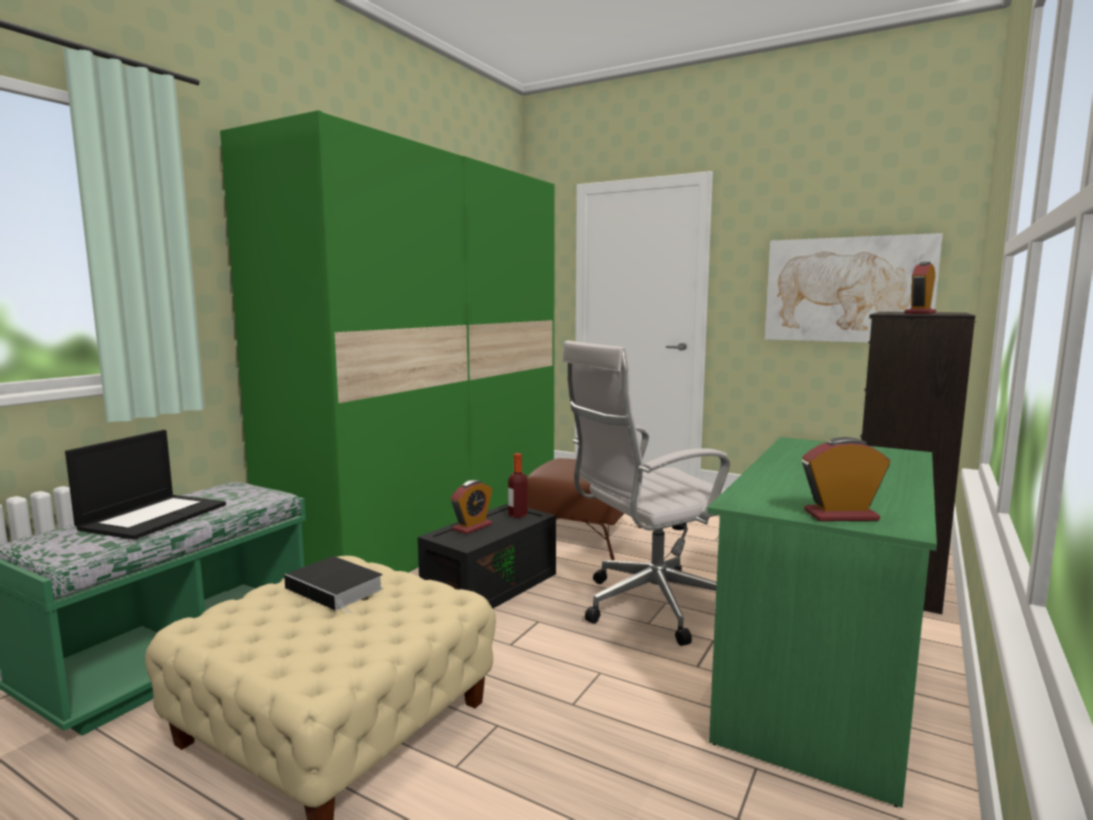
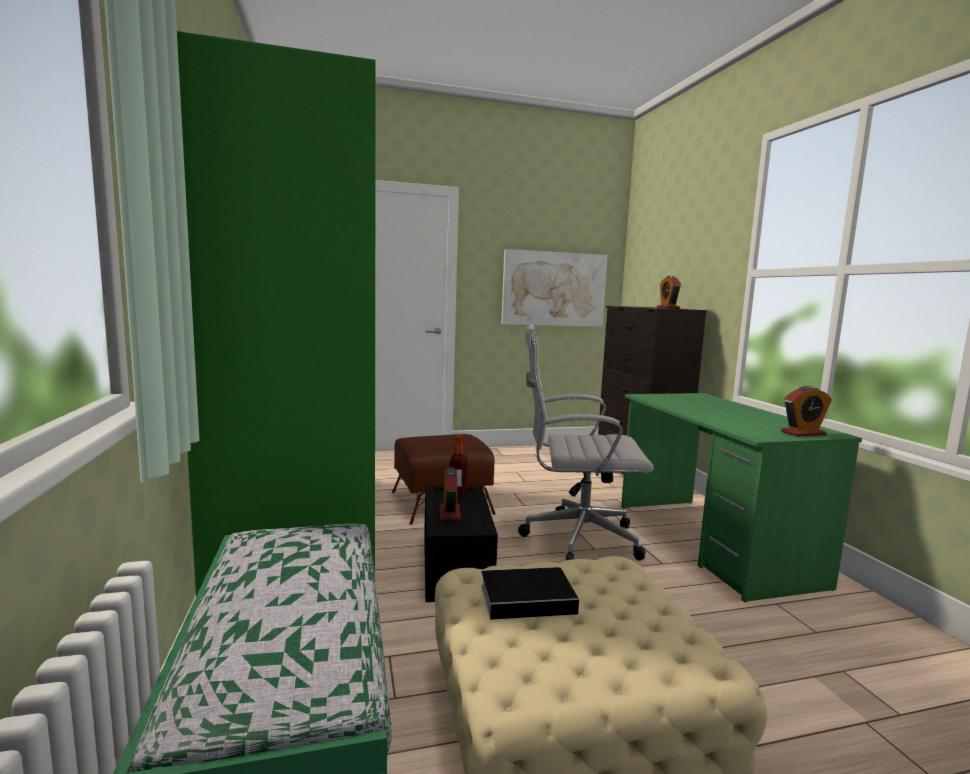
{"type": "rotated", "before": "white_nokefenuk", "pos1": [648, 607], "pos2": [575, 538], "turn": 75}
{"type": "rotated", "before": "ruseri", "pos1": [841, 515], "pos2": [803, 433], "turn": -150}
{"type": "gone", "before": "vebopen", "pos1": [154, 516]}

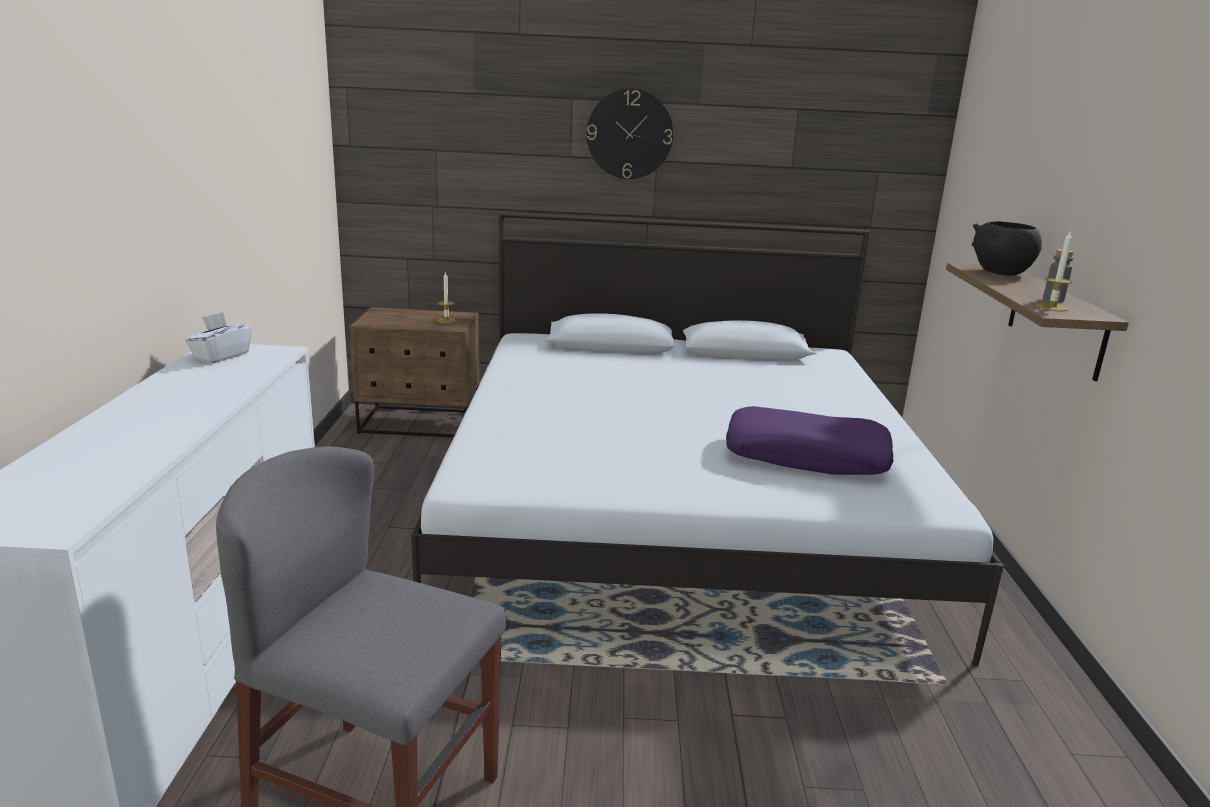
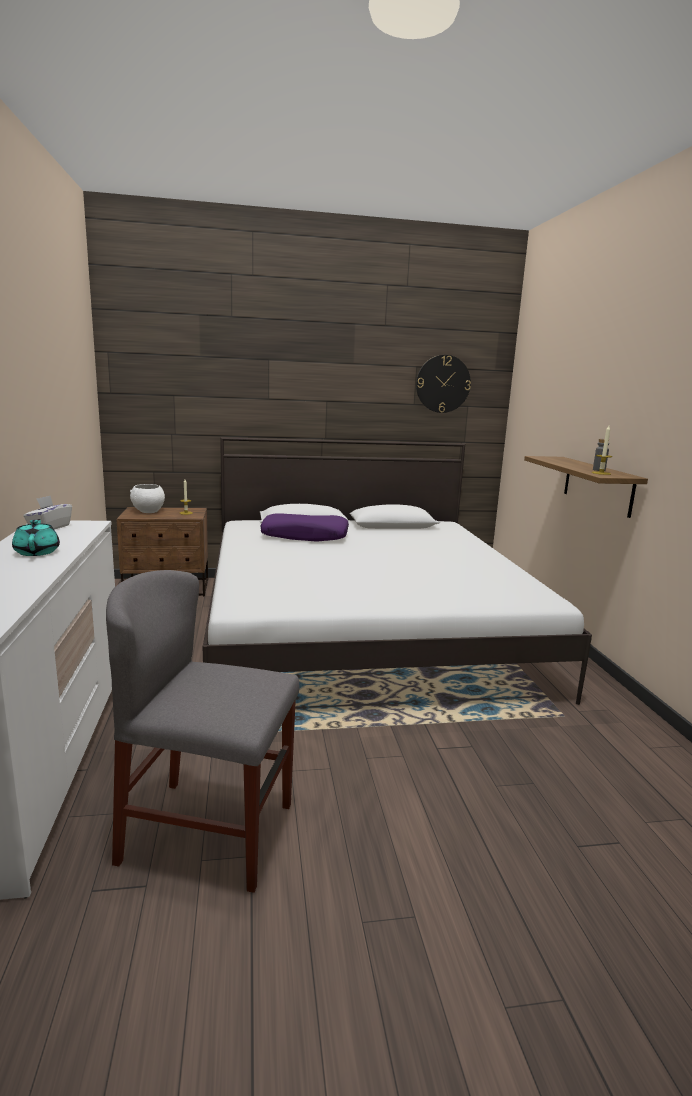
{"type": "new", "after": "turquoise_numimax", "pos2": [37, 552]}
{"type": "new", "after": "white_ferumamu", "pos2": [148, 511]}
{"type": "shifted", "before": "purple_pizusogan", "pos1": [806, 456], "pos2": [305, 536]}
{"type": "shifted", "before": "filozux", "pos1": [629, 134], "pos2": [443, 384]}
{"type": "gone", "before": "black_ferumamu", "pos1": [1000, 272]}

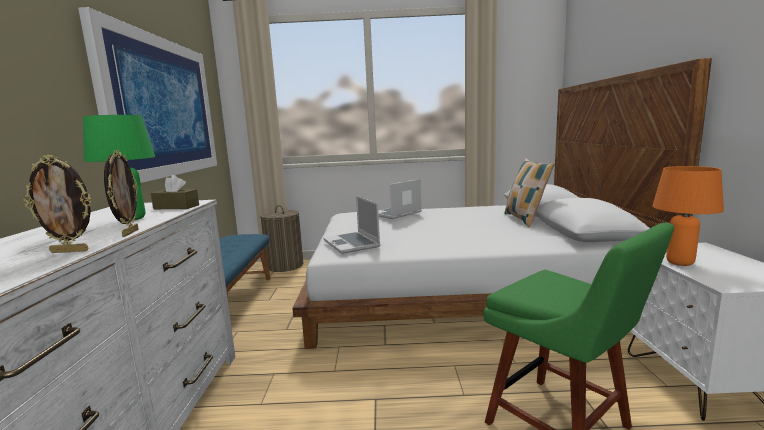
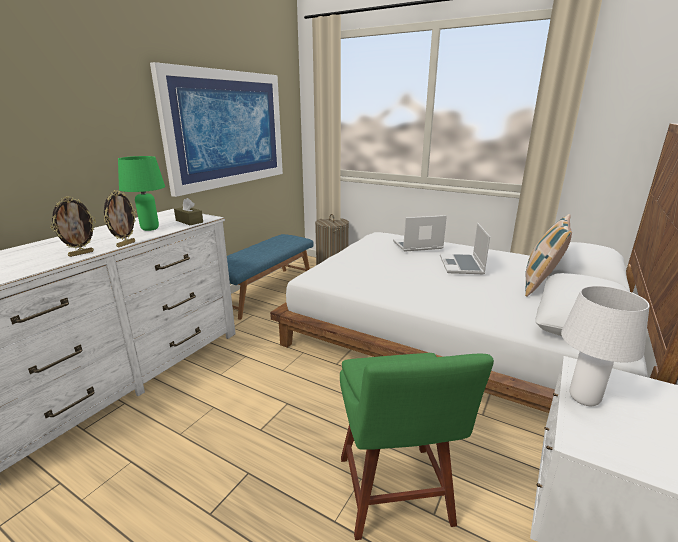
{"type": "rotated", "before": "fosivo", "pos1": [70, 251], "pos2": [81, 253], "turn": -75}
{"type": "shifted", "before": "vebopen", "pos1": [352, 244], "pos2": [462, 265]}
{"type": "repainted", "before": "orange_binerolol", "after": "white_binerolol", "pos1": [680, 263], "pos2": [584, 399]}

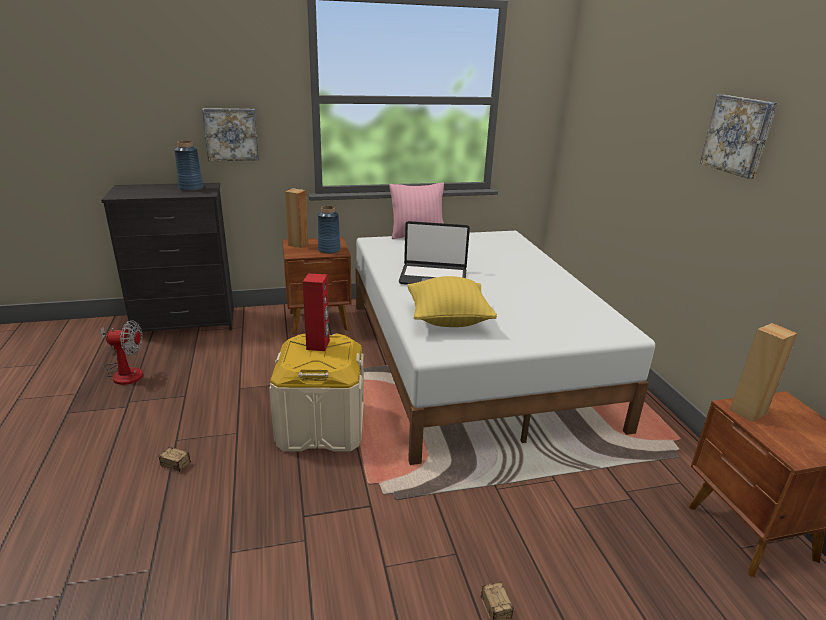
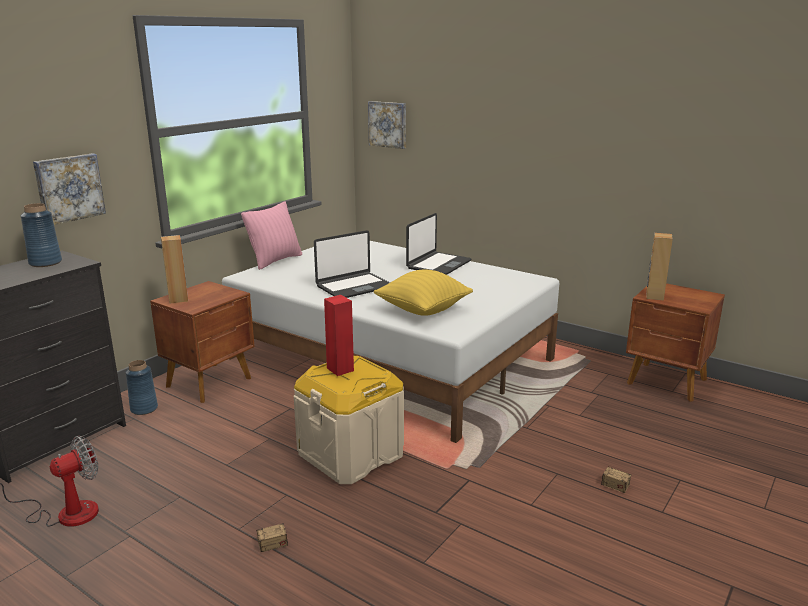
{"type": "shifted", "before": "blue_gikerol", "pos1": [329, 250], "pos2": [144, 409]}
{"type": "shifted", "before": "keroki", "pos1": [739, 135], "pos2": [388, 124]}
{"type": "new", "after": "vebopen", "pos2": [438, 264]}

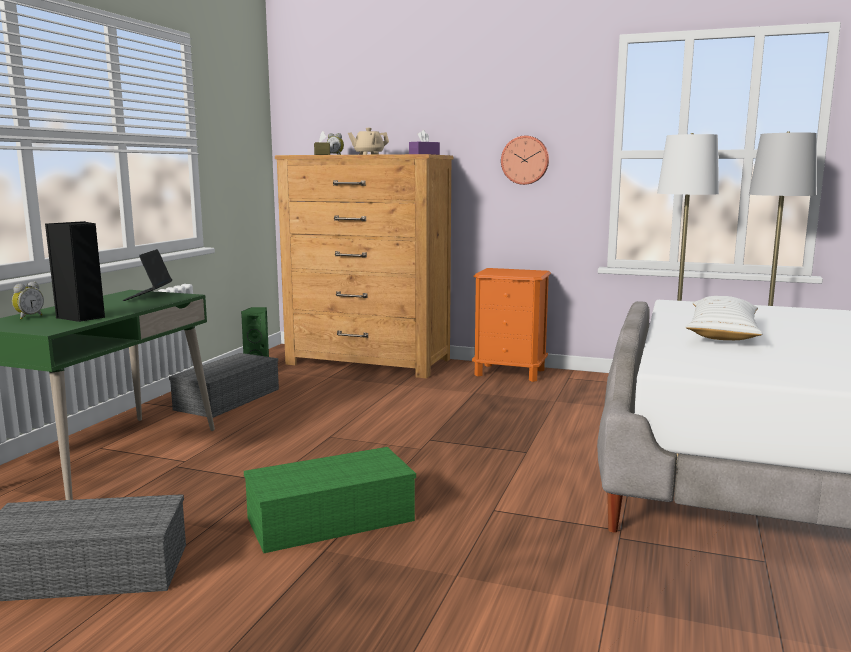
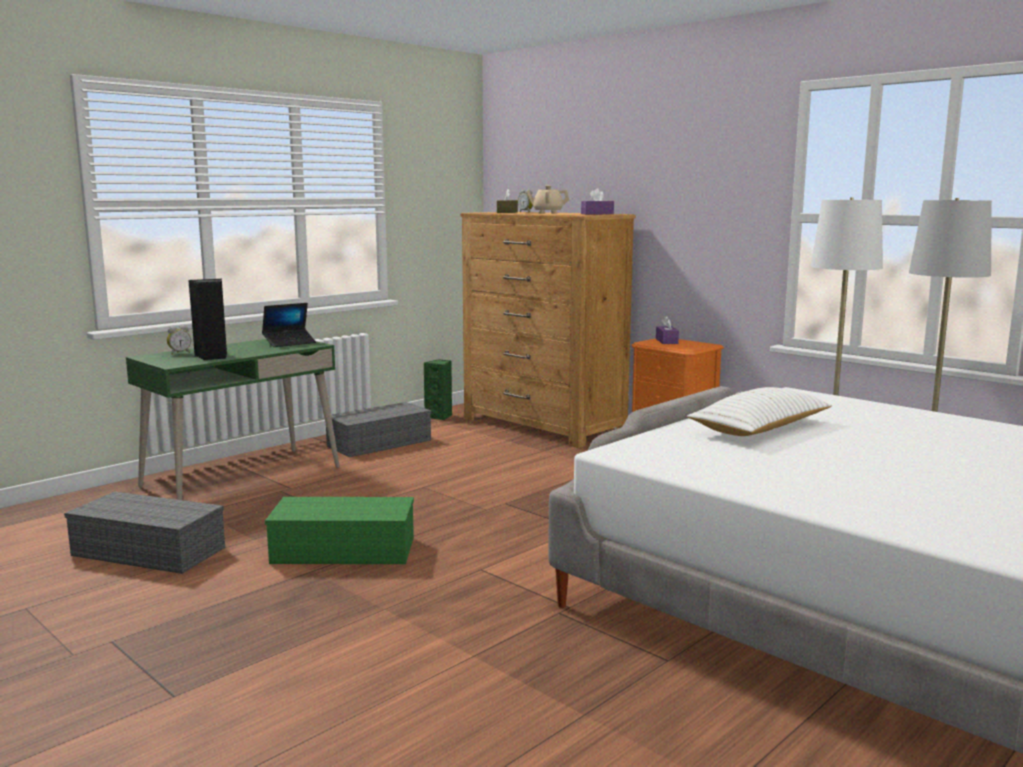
{"type": "rotated", "before": "vebopen", "pos1": [148, 296], "pos2": [289, 343], "turn": -150}
{"type": "new", "after": "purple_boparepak", "pos2": [666, 341]}
{"type": "gone", "before": "filozux", "pos1": [525, 160]}

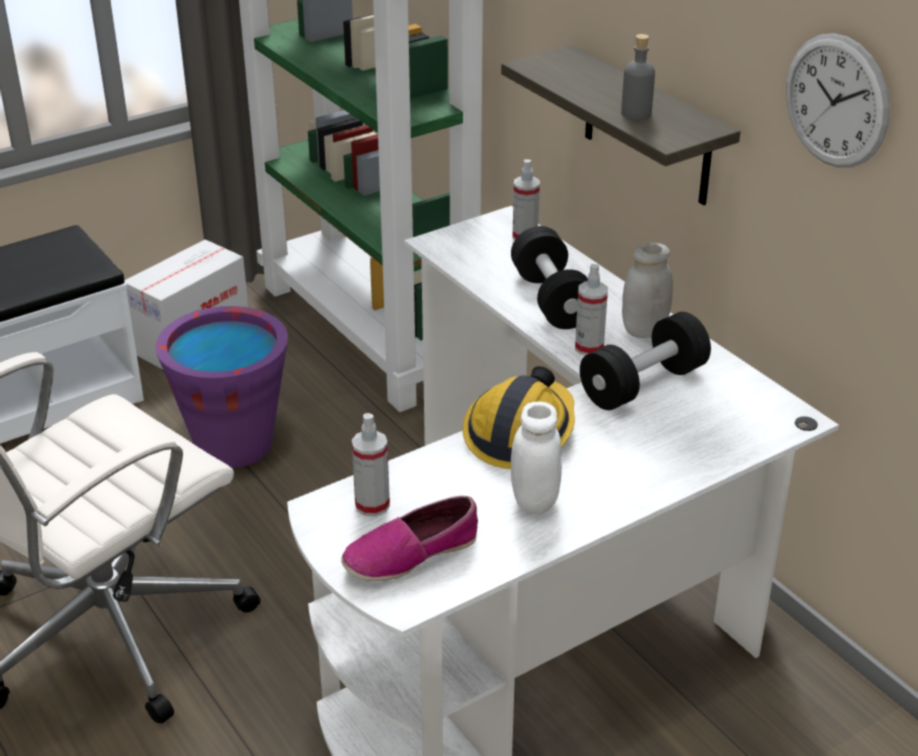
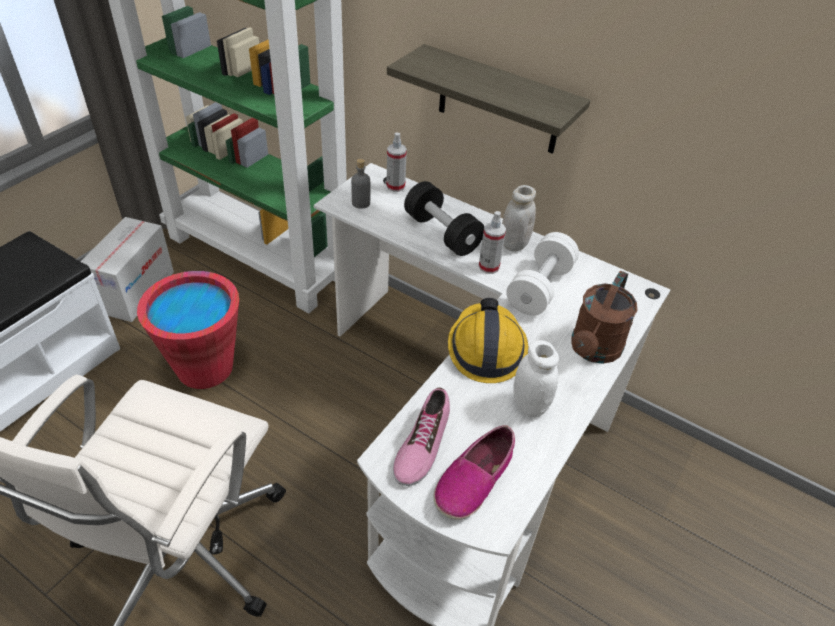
{"type": "repainted", "before": "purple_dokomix", "after": "red_dokomix", "pos1": [234, 444], "pos2": [205, 367]}
{"type": "shifted", "before": "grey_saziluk", "pos1": [636, 114], "pos2": [361, 203]}
{"type": "swapped", "before": "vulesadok", "after": "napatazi", "pos1": [372, 505], "pos2": [421, 443]}
{"type": "repainted", "before": "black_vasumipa", "after": "white_vasumipa", "pos1": [643, 384], "pos2": [540, 288]}
{"type": "new", "after": "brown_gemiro", "pos2": [593, 350]}
{"type": "gone", "before": "filozux", "pos1": [836, 101]}

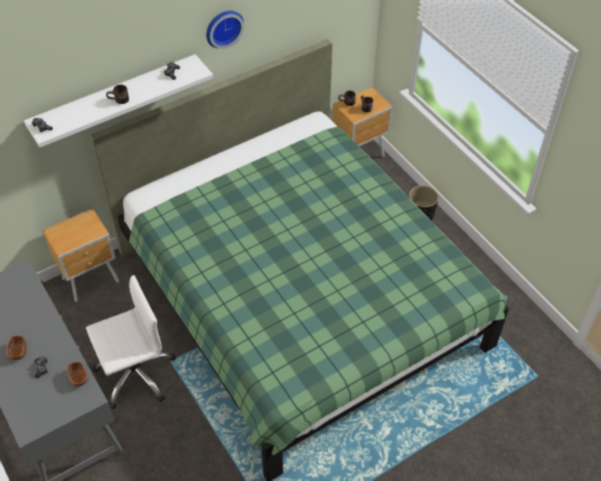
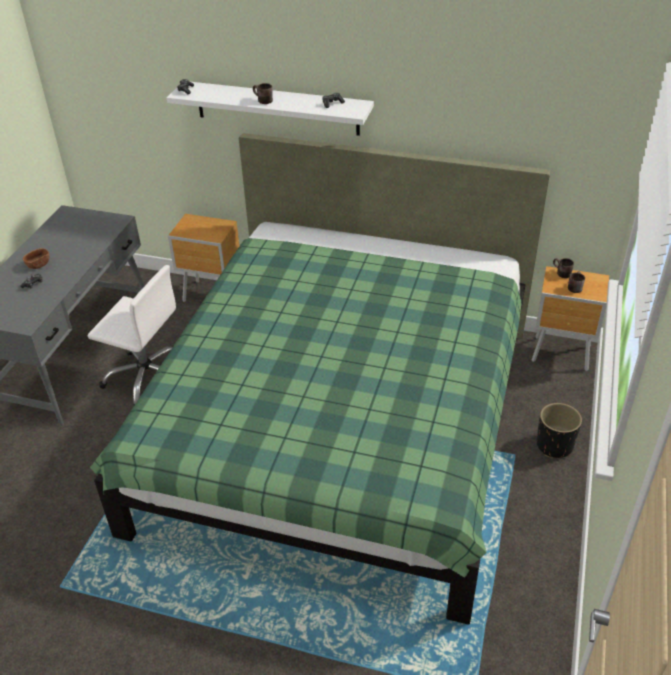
{"type": "gone", "before": "brown_ferumamu", "pos1": [78, 378]}
{"type": "gone", "before": "filozux", "pos1": [223, 27]}

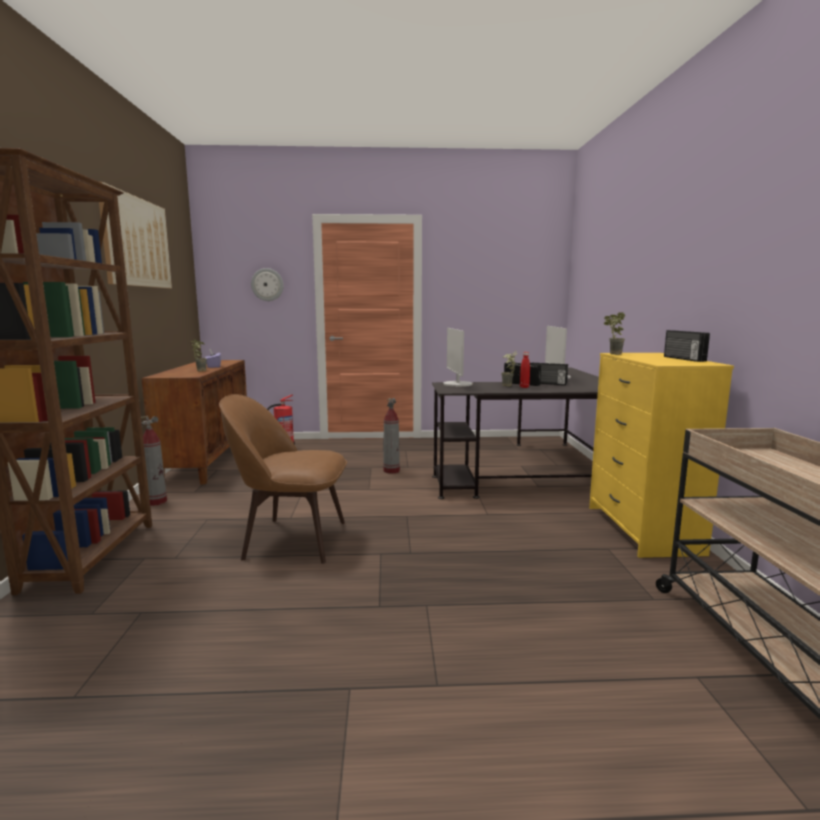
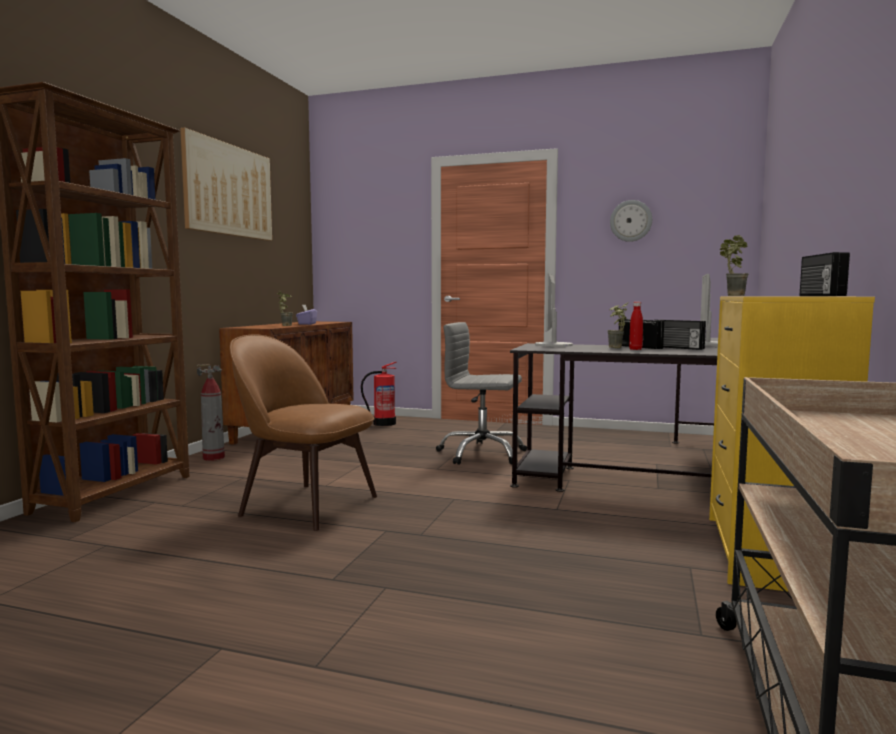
{"type": "swapped", "before": "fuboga", "after": "grey_nokefenuk", "pos1": [391, 471], "pos2": [481, 454]}
{"type": "shifted", "before": "filozux", "pos1": [267, 284], "pos2": [631, 221]}

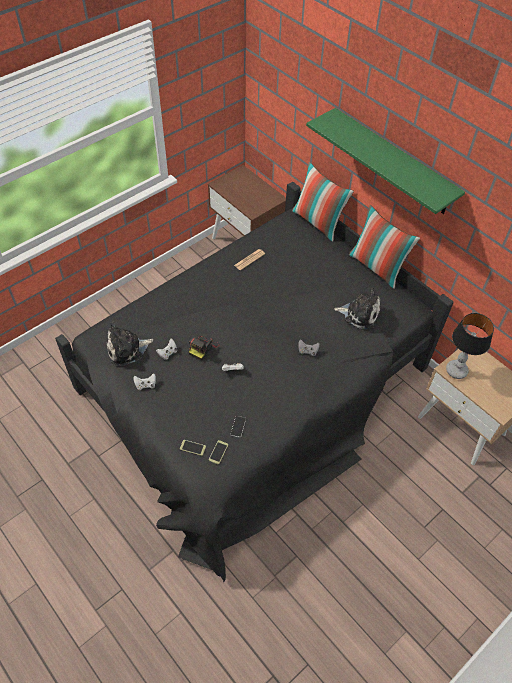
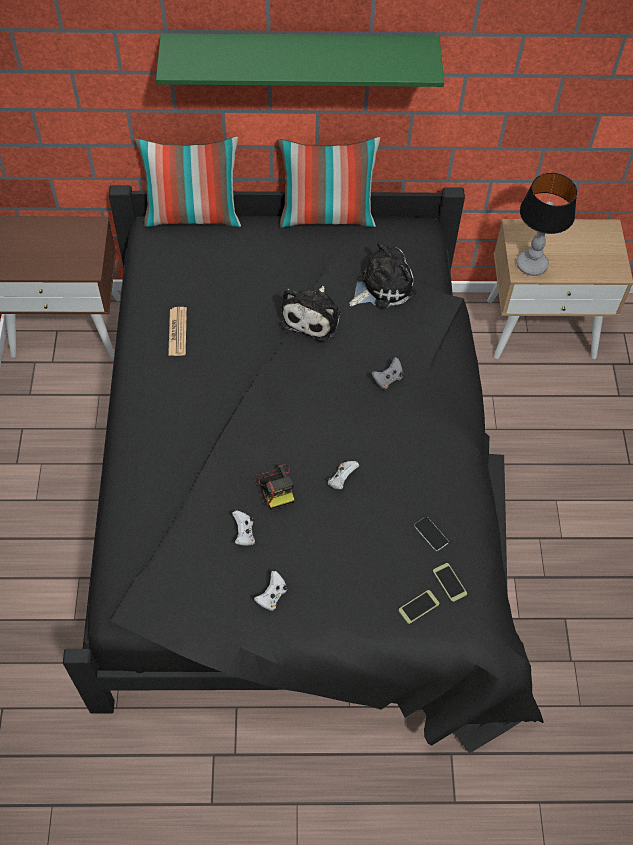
{"type": "shifted", "before": "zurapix", "pos1": [127, 349], "pos2": [313, 316]}

